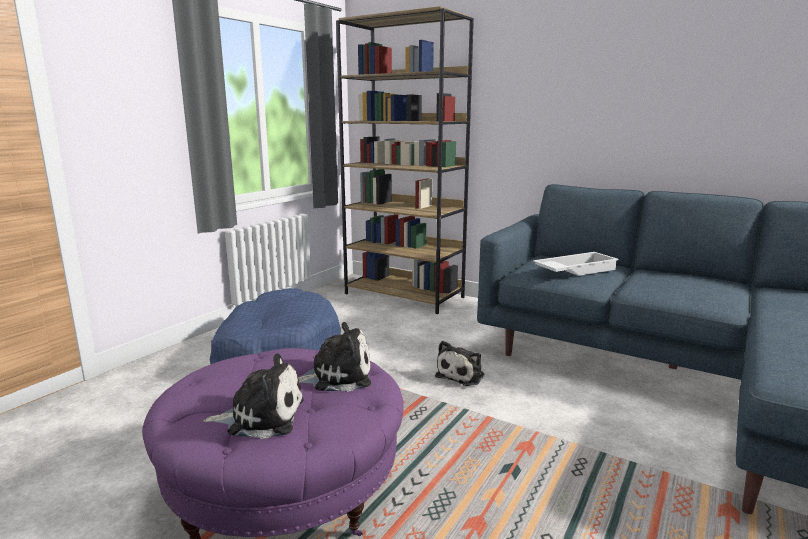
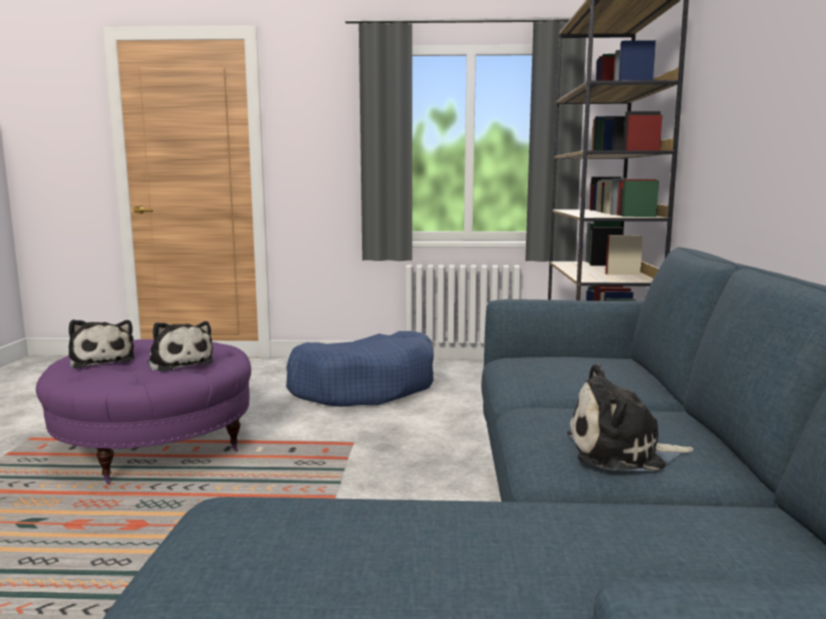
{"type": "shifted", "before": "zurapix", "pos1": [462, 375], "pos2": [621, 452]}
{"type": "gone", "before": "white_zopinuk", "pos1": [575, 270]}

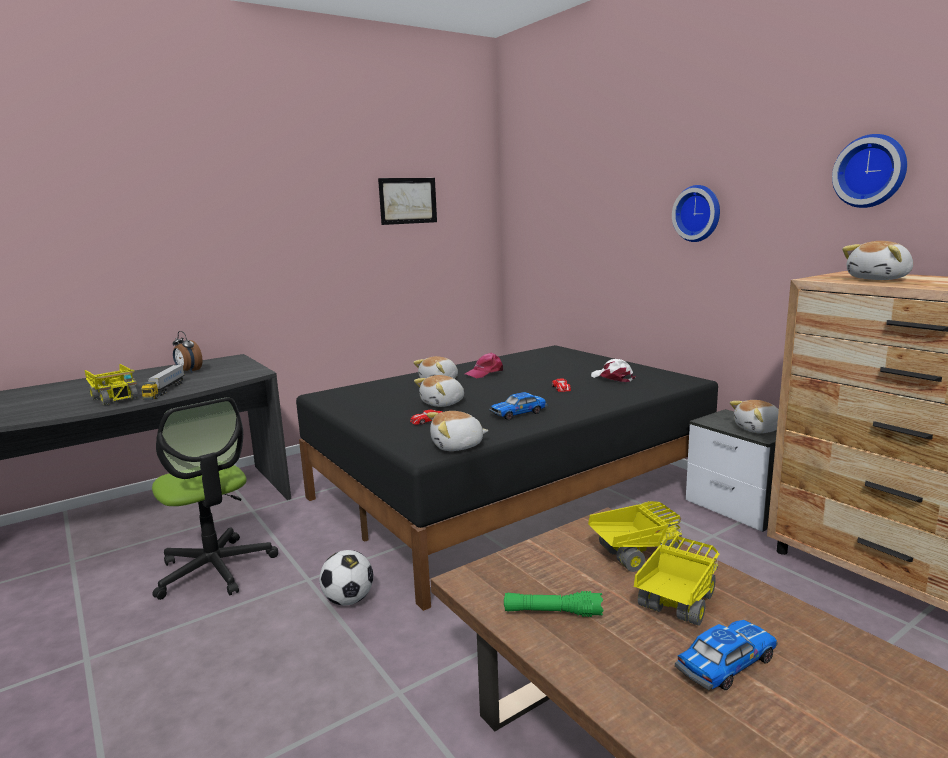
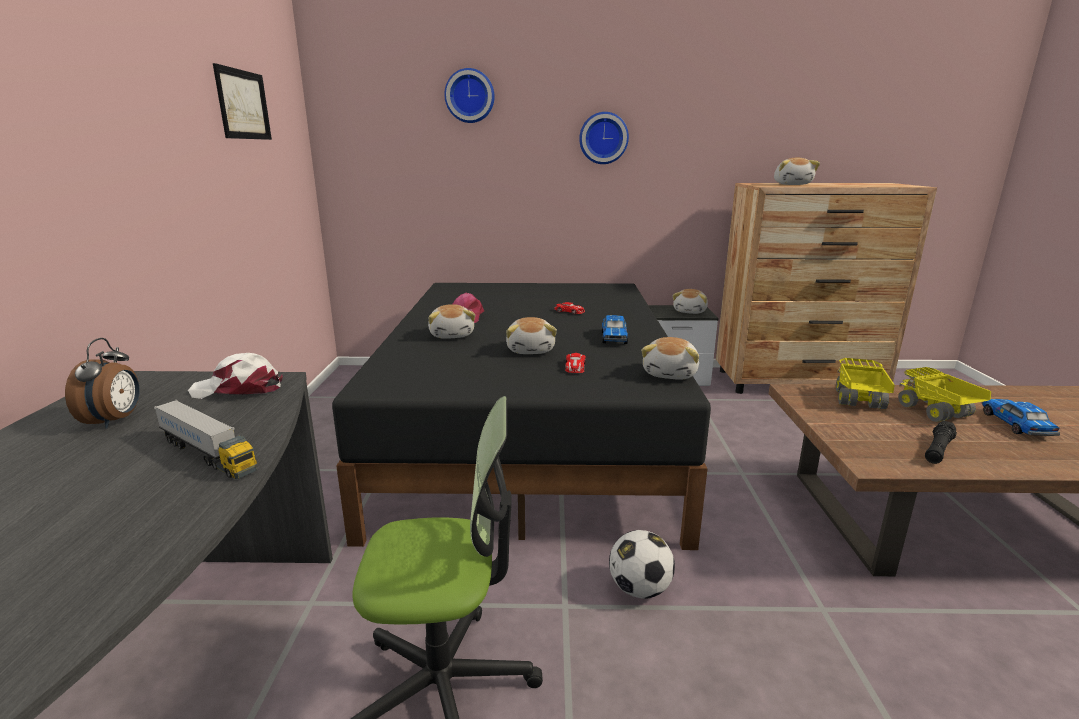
{"type": "rotated", "before": "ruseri", "pos1": [188, 371], "pos2": [115, 420], "turn": -75}
{"type": "shifted", "before": "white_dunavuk", "pos1": [612, 378], "pos2": [238, 389]}
{"type": "shifted", "before": "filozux", "pos1": [871, 171], "pos2": [470, 96]}
{"type": "repainted", "before": "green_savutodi", "after": "black_savutodi", "pos1": [552, 612], "pos2": [938, 450]}
{"type": "gone", "before": "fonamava", "pos1": [115, 398]}

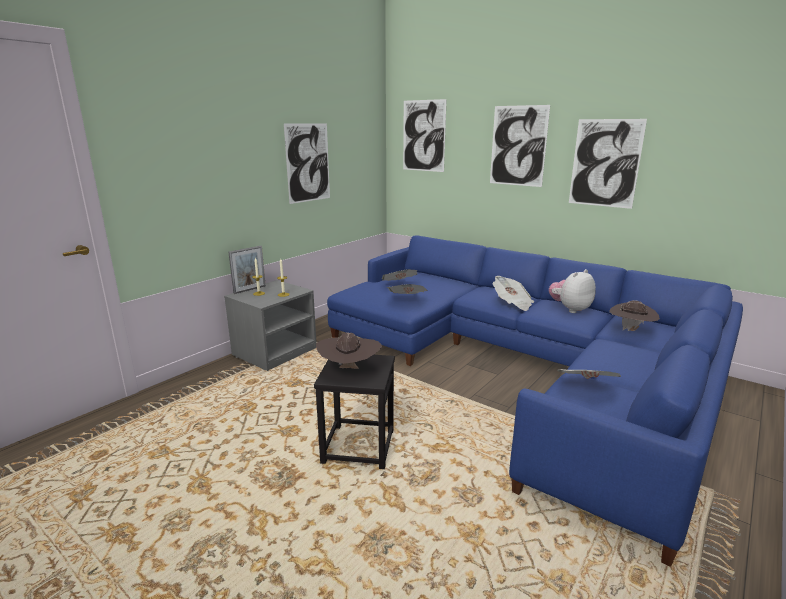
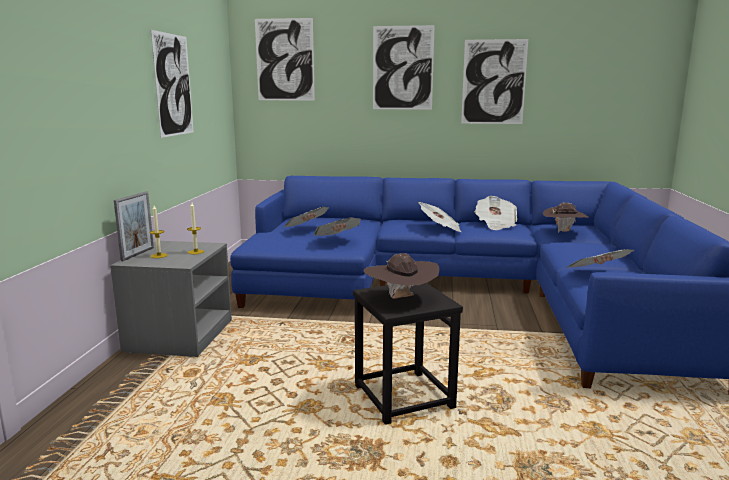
{"type": "swapped", "before": "zurapix", "after": "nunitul", "pos1": [570, 309], "pos2": [495, 225]}

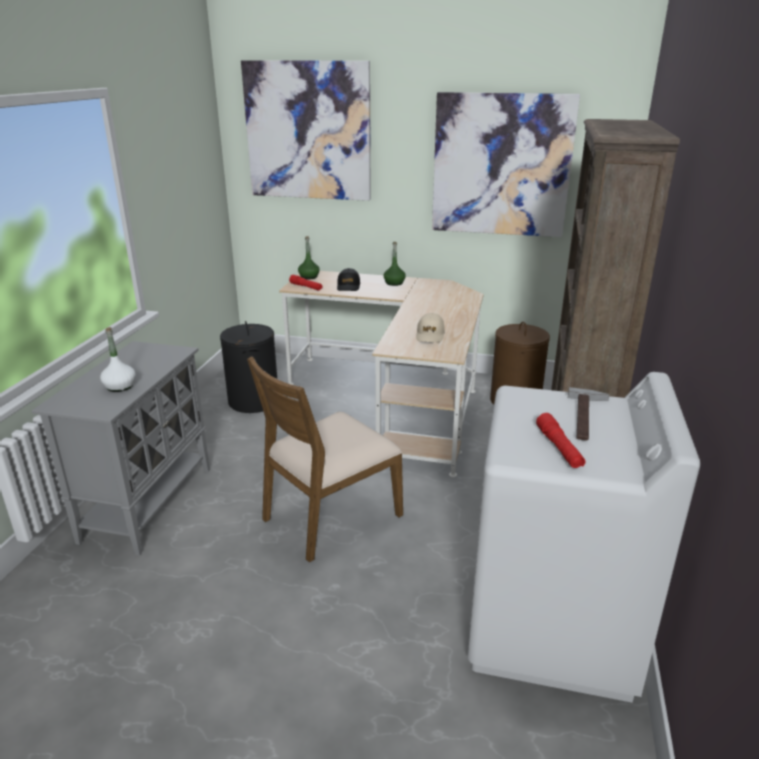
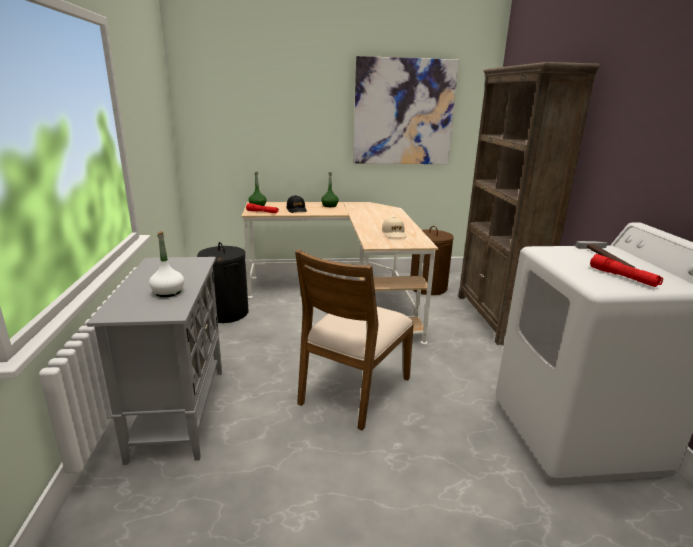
{"type": "gone", "before": "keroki", "pos1": [308, 131]}

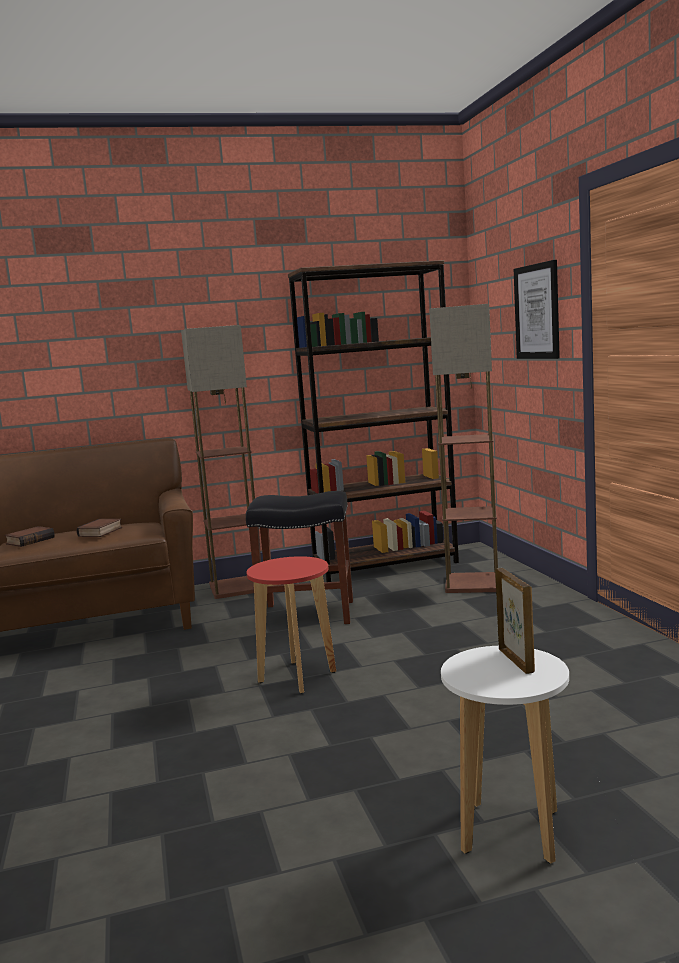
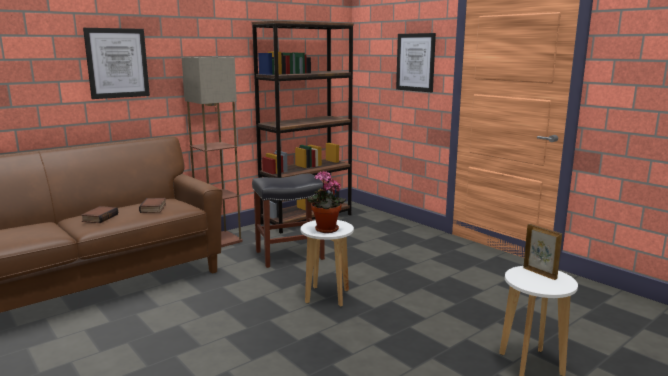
{"type": "new", "after": "keroki", "pos2": [117, 63]}
{"type": "repainted", "before": "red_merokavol", "after": "white_merokavol", "pos1": [297, 677], "pos2": [327, 296]}
{"type": "new", "after": "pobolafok", "pos2": [325, 230]}
{"type": "gone", "before": "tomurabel", "pos1": [473, 583]}

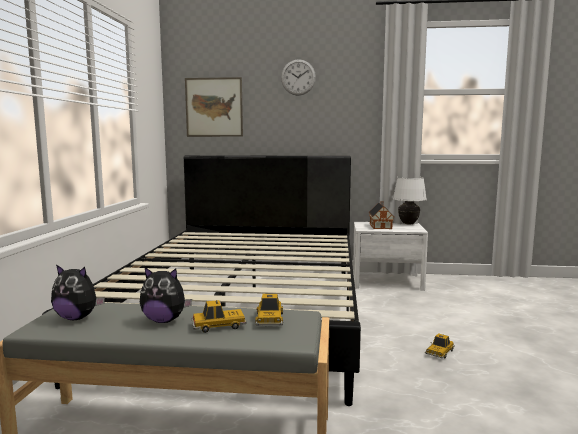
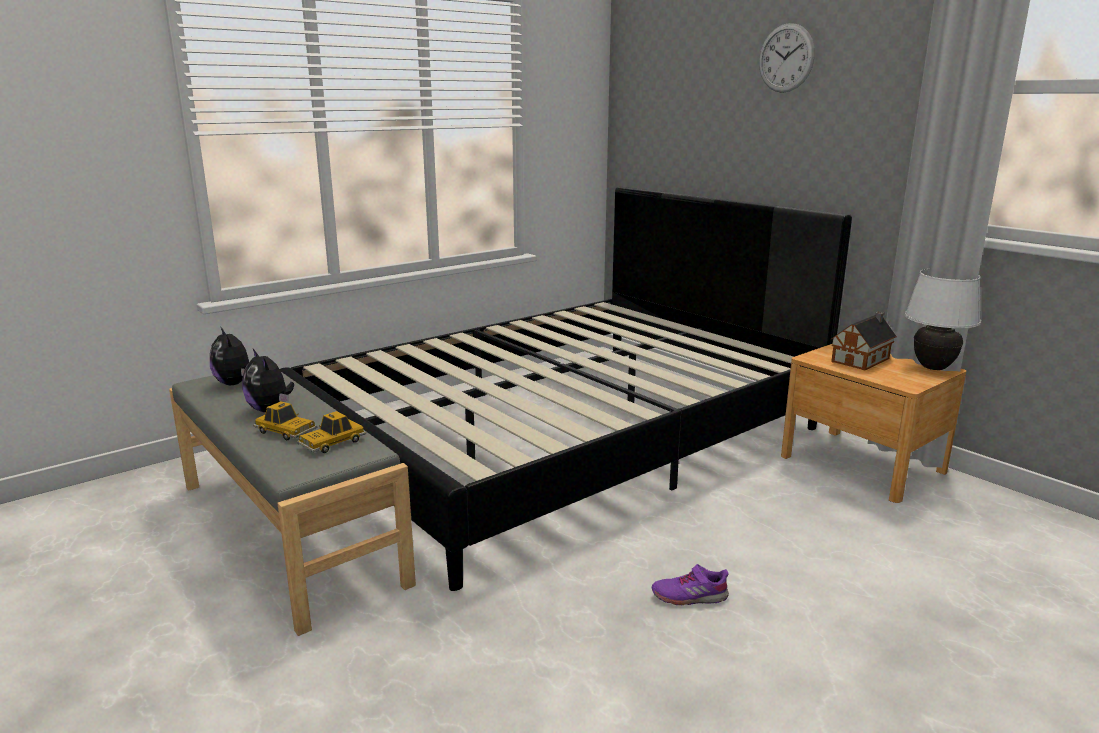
{"type": "swapped", "before": "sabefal", "after": "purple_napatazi", "pos1": [439, 352], "pos2": [689, 596]}
{"type": "repainted", "before": "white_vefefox", "after": "brown_vefefox", "pos1": [387, 281], "pos2": [862, 464]}
{"type": "gone", "before": "keroki", "pos1": [214, 107]}

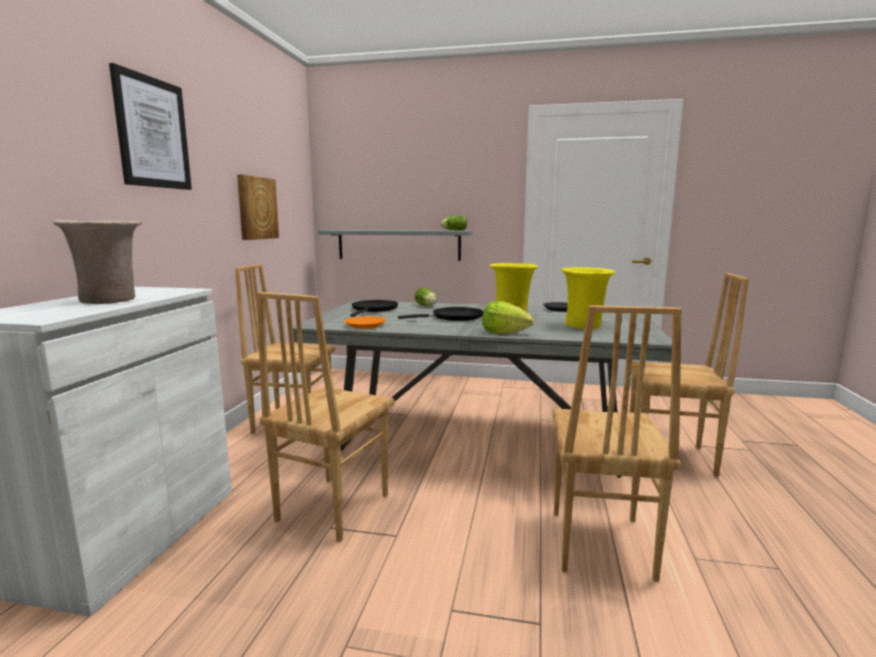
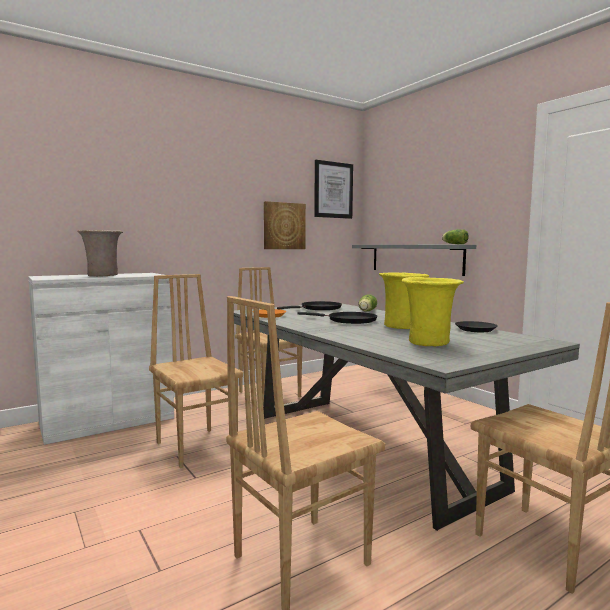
{"type": "rotated", "before": "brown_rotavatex", "pos1": [331, 507], "pos2": [197, 446], "turn": 75}
{"type": "shifted", "before": "keroki", "pos1": [152, 133], "pos2": [333, 190]}
{"type": "gone", "before": "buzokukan", "pos1": [504, 333]}

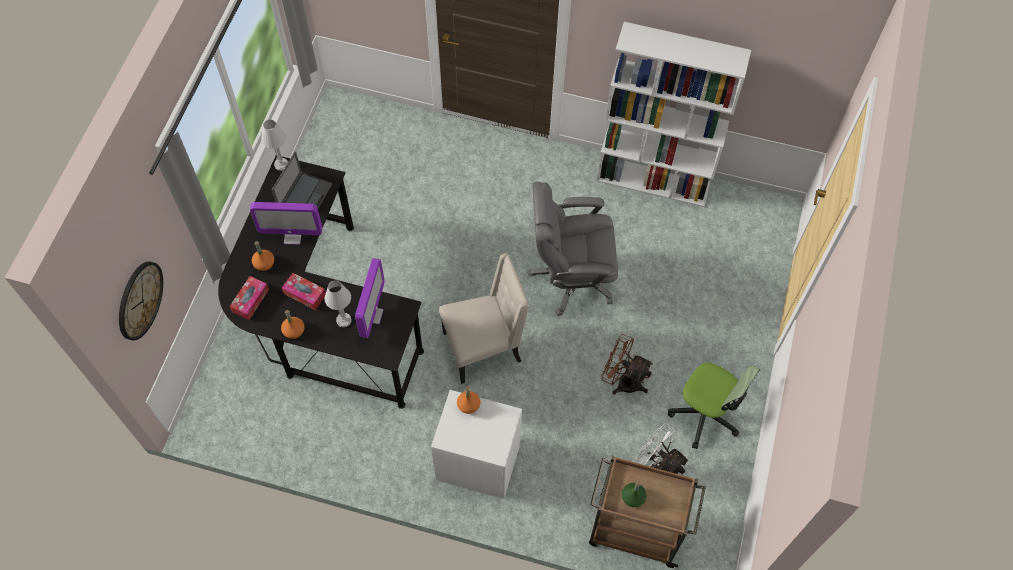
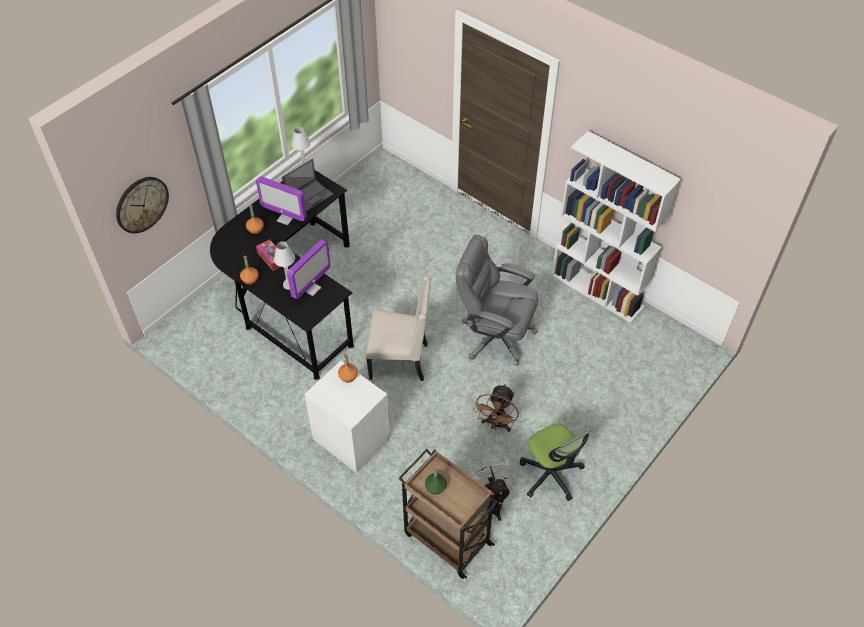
{"type": "rotated", "before": "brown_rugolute", "pos1": [623, 381], "pos2": [496, 424], "turn": -120}
{"type": "gone", "before": "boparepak", "pos1": [250, 300]}

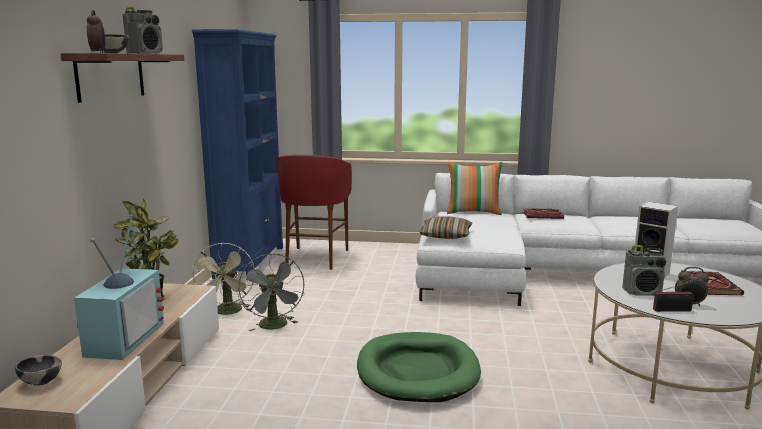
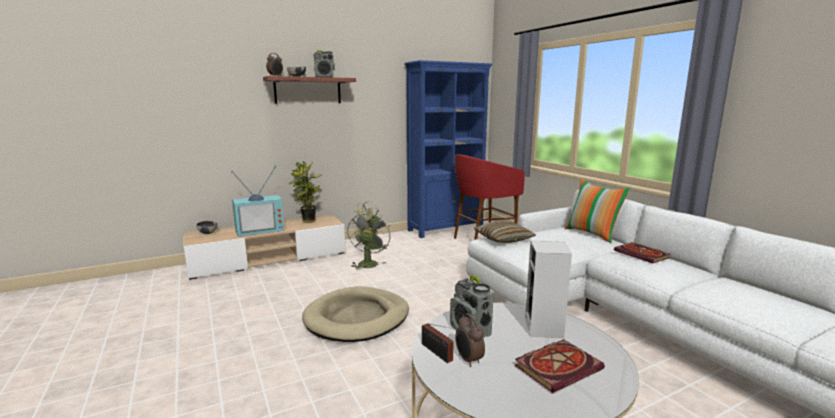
{"type": "repainted", "before": "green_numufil", "after": "beige_numufil", "pos1": [417, 371], "pos2": [357, 318]}
{"type": "rotated", "before": "grey_rugolute", "pos1": [275, 327], "pos2": [368, 263], "turn": 150}

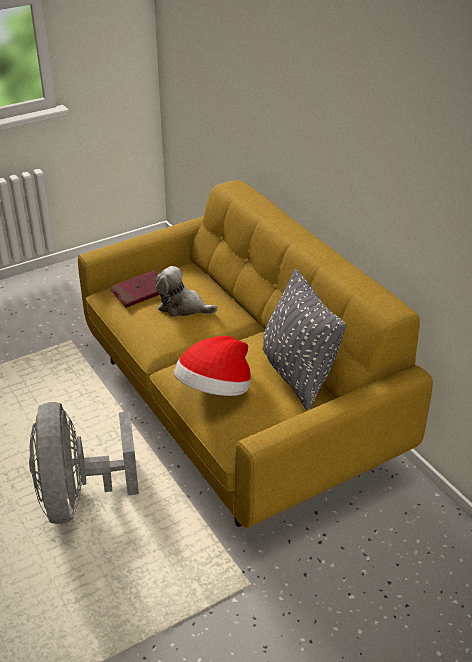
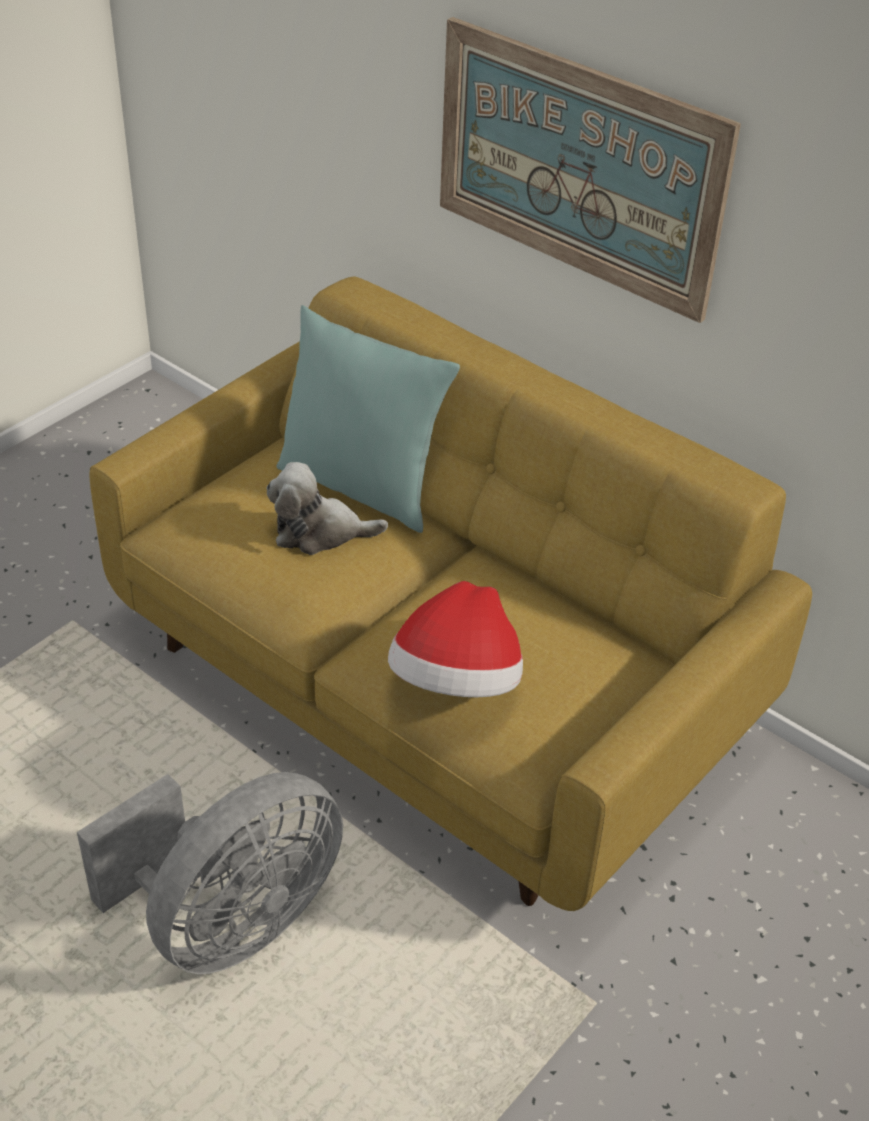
{"type": "rotated", "before": "grey_rugolute", "pos1": [78, 497], "pos2": [229, 923], "turn": -105}
{"type": "new", "after": "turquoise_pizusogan", "pos2": [362, 487]}
{"type": "new", "after": "keroki", "pos2": [578, 167]}
{"type": "gone", "before": "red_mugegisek", "pos1": [141, 291]}
{"type": "gone", "before": "grey_pizusogan", "pos1": [297, 375]}

